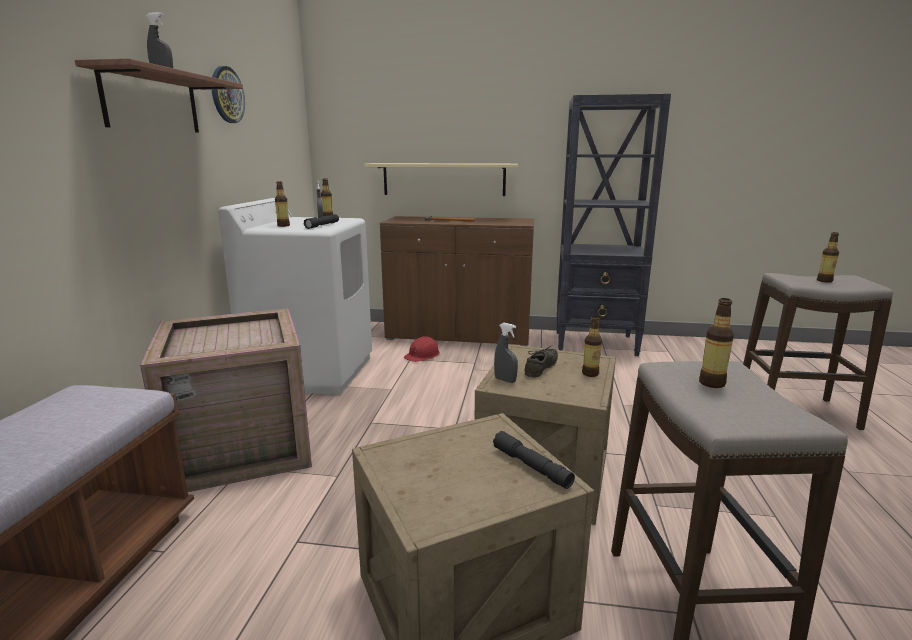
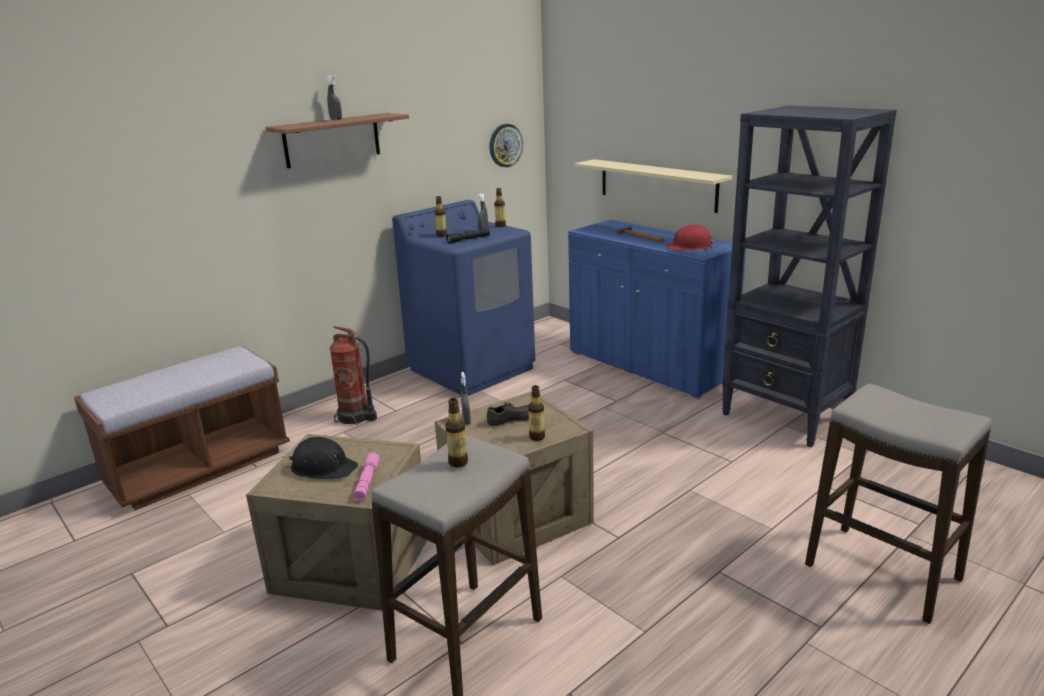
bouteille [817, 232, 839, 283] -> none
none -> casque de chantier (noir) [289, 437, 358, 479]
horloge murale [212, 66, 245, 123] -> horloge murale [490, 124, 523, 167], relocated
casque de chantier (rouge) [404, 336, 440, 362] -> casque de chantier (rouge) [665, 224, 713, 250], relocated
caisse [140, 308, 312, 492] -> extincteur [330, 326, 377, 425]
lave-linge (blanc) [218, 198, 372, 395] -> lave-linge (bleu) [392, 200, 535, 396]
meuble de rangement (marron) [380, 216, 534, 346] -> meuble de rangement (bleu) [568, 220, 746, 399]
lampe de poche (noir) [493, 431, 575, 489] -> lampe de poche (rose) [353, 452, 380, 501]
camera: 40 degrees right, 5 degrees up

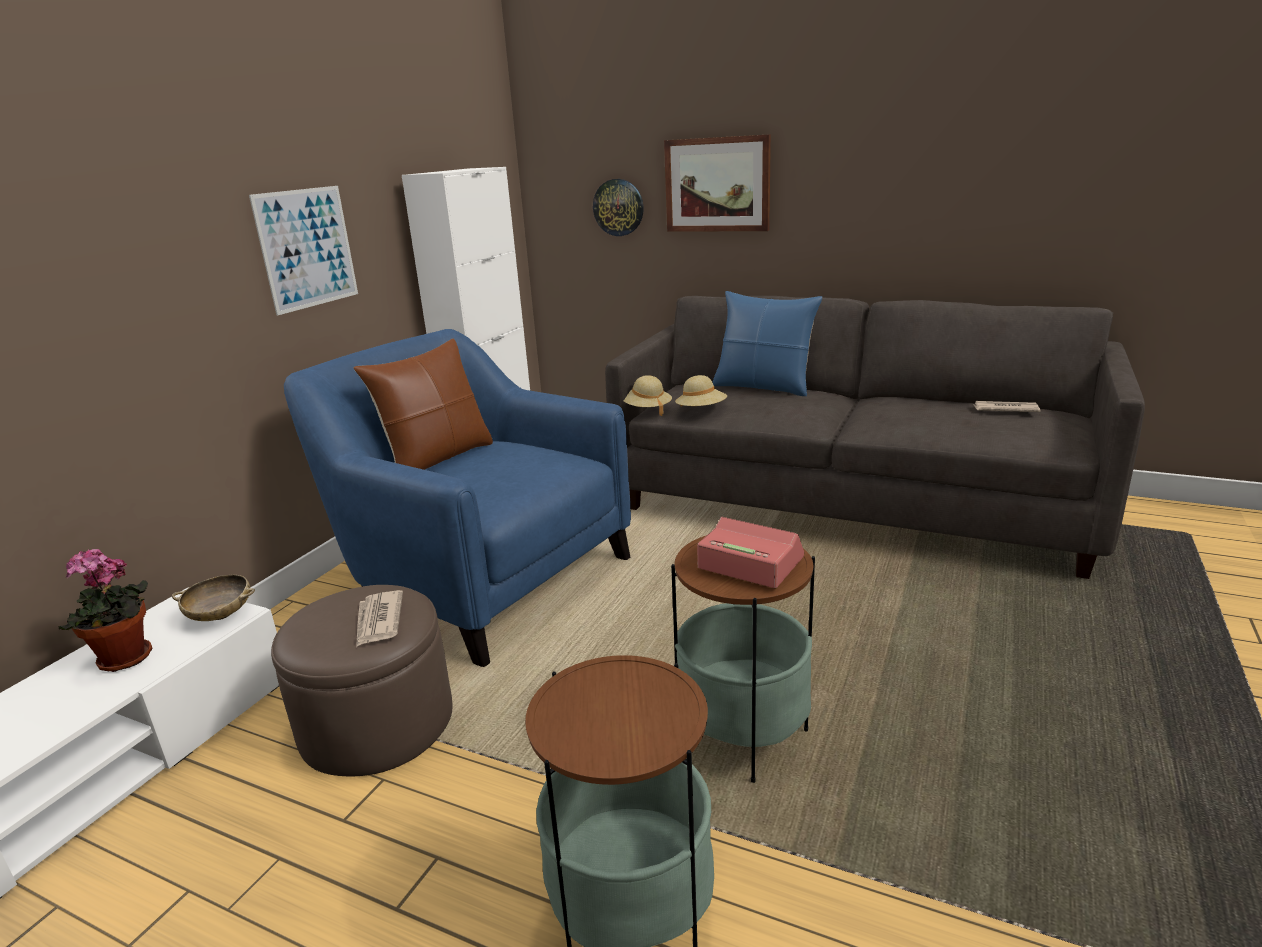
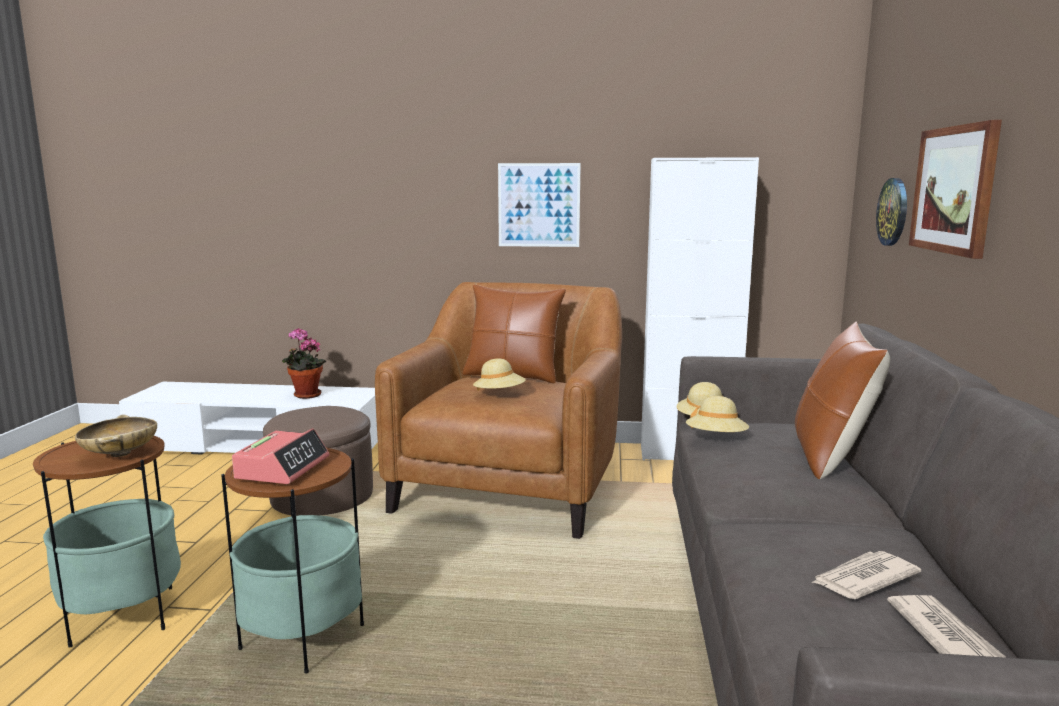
none -> chapeau (beige) [473, 358, 526, 391]
bol (beige) [172, 575, 255, 621] -> bol (beige) [75, 414, 157, 457], relocated
journal [356, 590, 403, 647] -> journal [811, 551, 921, 599], relocated
fauteuil (bleu) [284, 329, 631, 667] -> fauteuil (marron) [375, 282, 622, 539]
coussin (bleu) [713, 291, 822, 396] -> coussin (marron) [795, 322, 890, 479]
camera: 70 degrees right, 10 degrees down

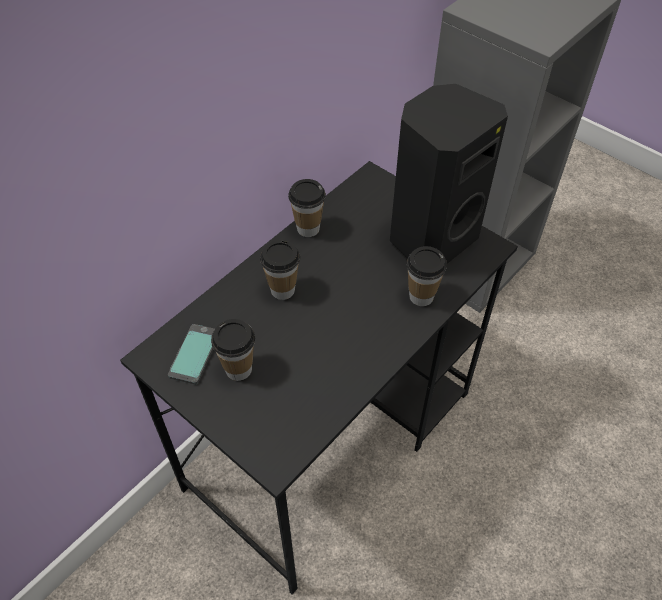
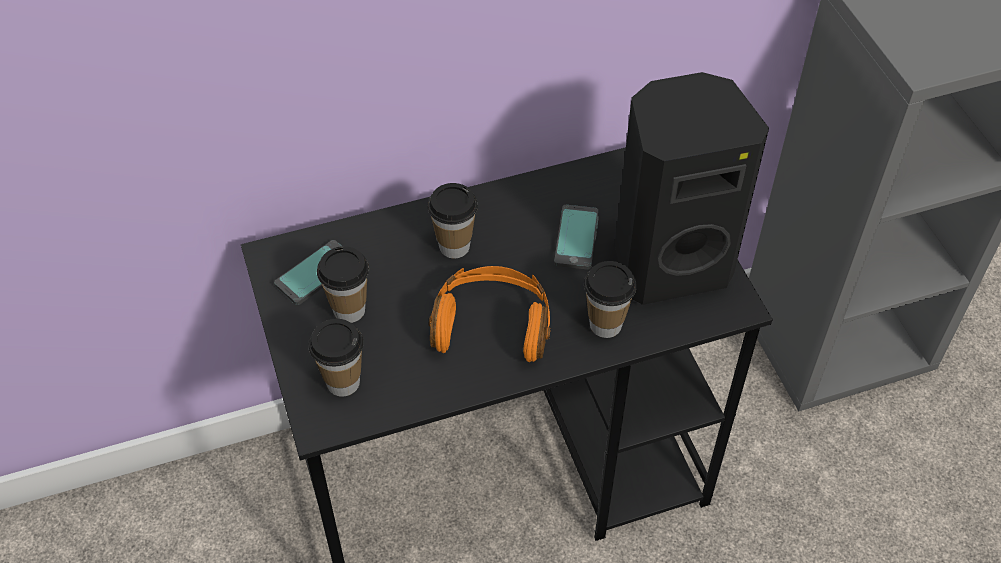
none -> casque audio (orange) [429, 266, 550, 362]
none -> téléphone [554, 205, 599, 270]
tasse [288, 179, 326, 237] -> tasse [309, 319, 363, 397], relocated
camera: 30 degrees right, 0 degrees up

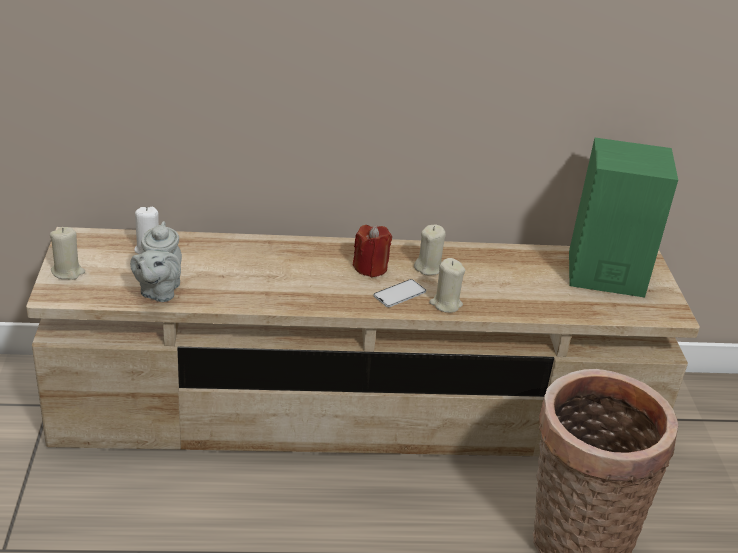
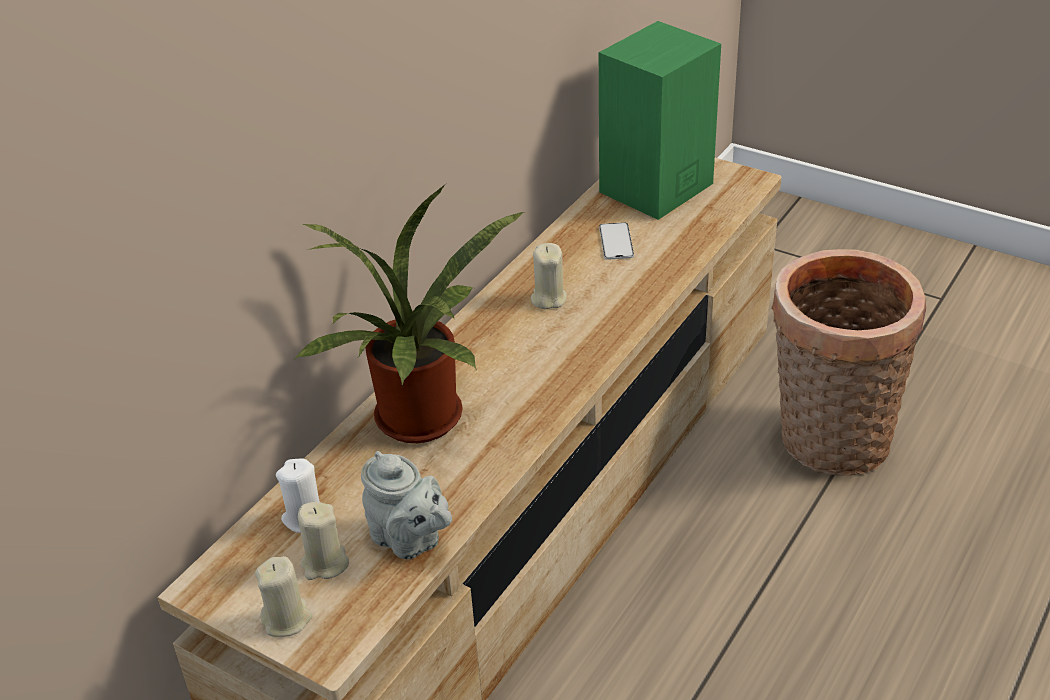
bougie (rouge) [353, 225, 392, 277] -> none
none -> plante en pot [295, 184, 525, 443]
téléphone [373, 279, 426, 307] -> téléphone [599, 222, 634, 260], relocated
bougie (beige) [429, 258, 465, 313] -> bougie (beige) [298, 502, 349, 580], relocated
camera: 50 degrees left, 5 degrees up

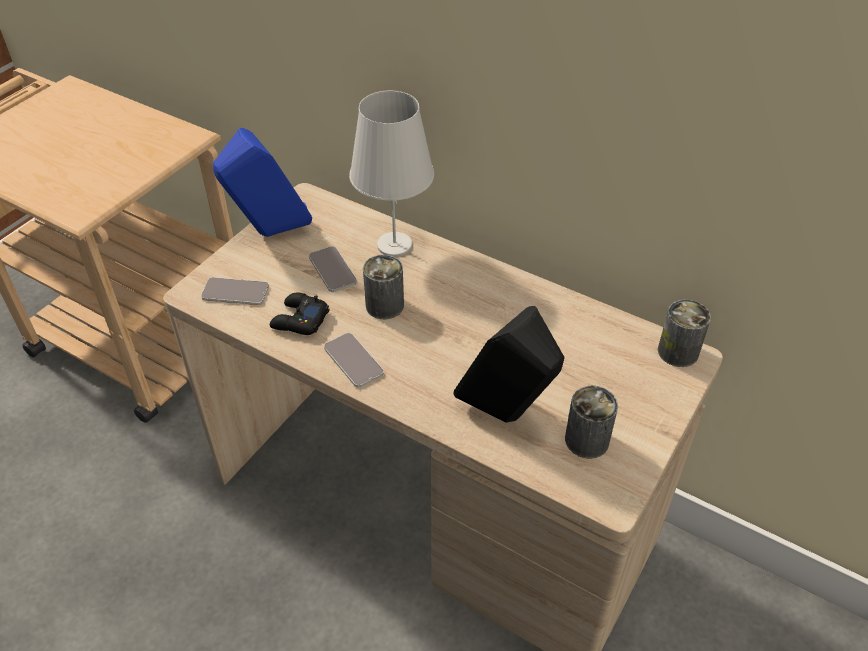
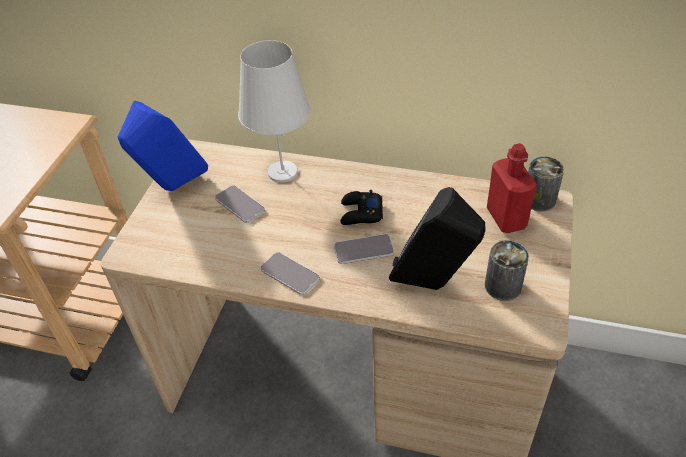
boîte métallique [363, 255, 404, 319] -> none
none -> bouteille (rouge) [487, 143, 537, 233]
téléphone [201, 277, 269, 305] -> téléphone [334, 234, 394, 264], relocated
manette (noir) [270, 292, 329, 335] -> manette (noir) [340, 190, 383, 225], relocated
camera: 15 degrees left, 0 degrees up

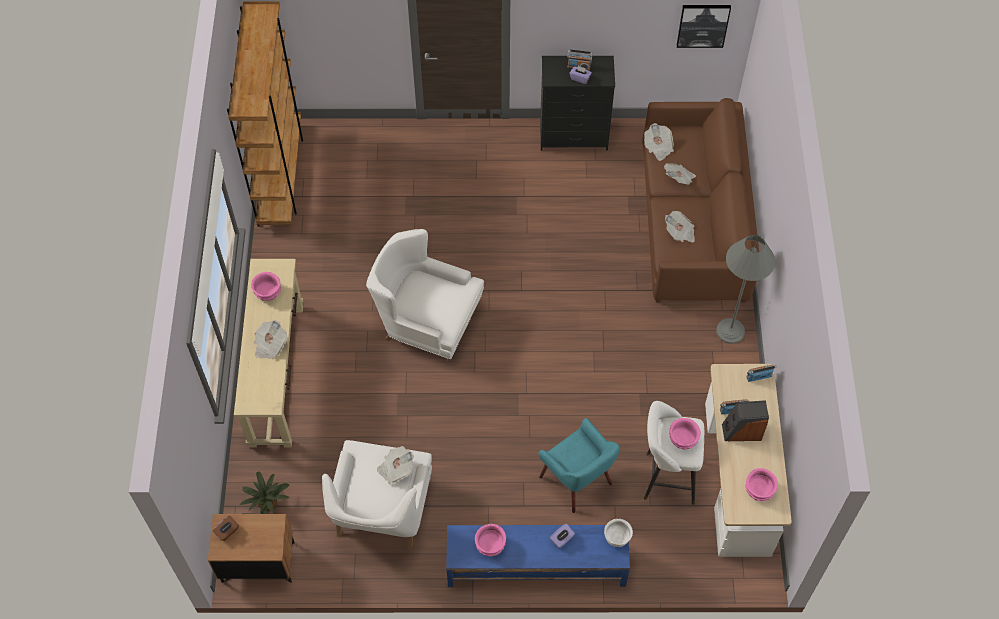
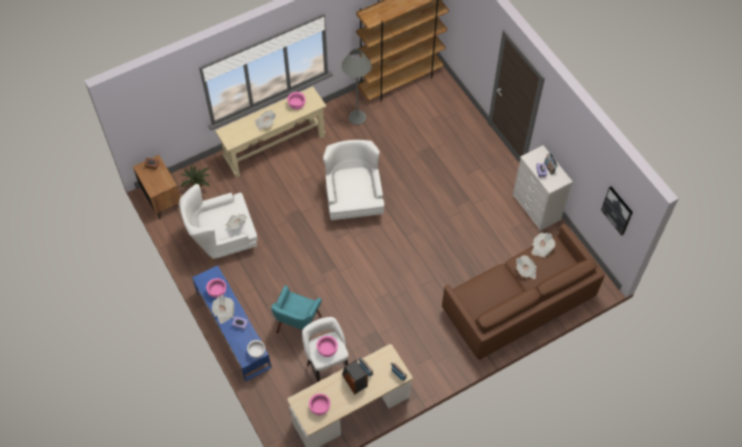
journal [665, 211, 695, 243] -> journal [212, 295, 234, 324], relocated
lampadaire (gris) [716, 235, 775, 344] -> lampadaire (gris) [342, 49, 372, 125], relocated
commode (noir) [540, 56, 615, 151] -> commode (blanc) [512, 145, 573, 231]
camera: 60 degrees right, 0 degrees up

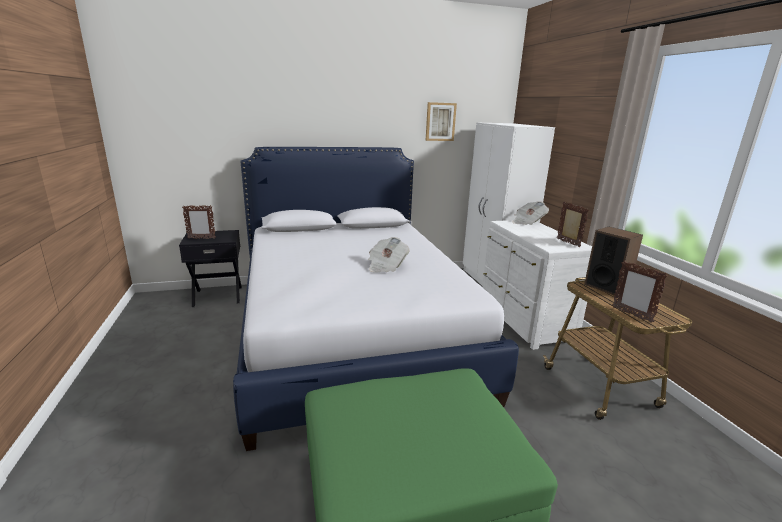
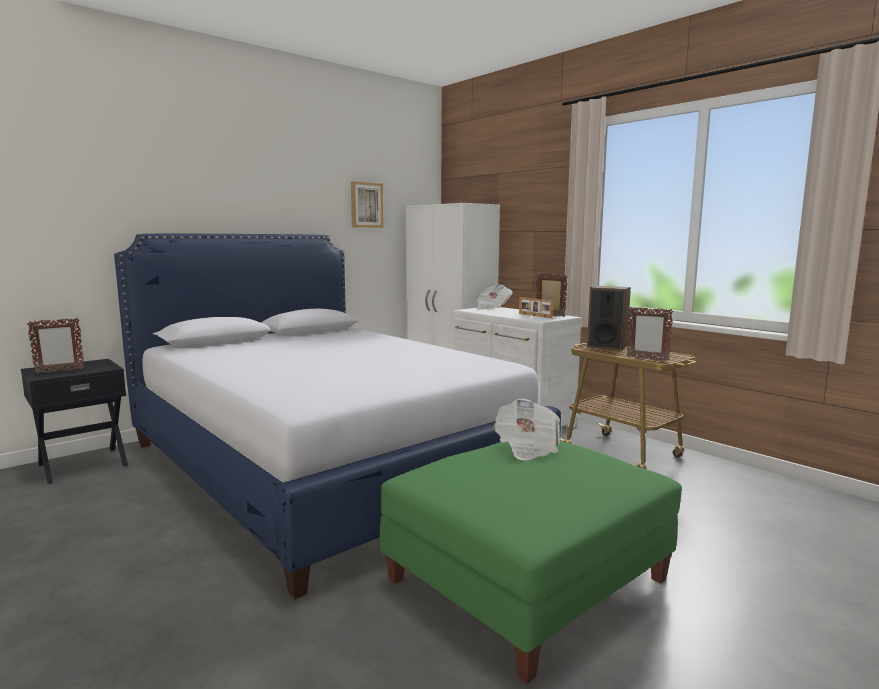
none -> cadre photo [519, 297, 553, 318]
journal [368, 237, 410, 272] -> journal [493, 399, 560, 460], relocated
camera: 25 degrees left, 10 degrees down

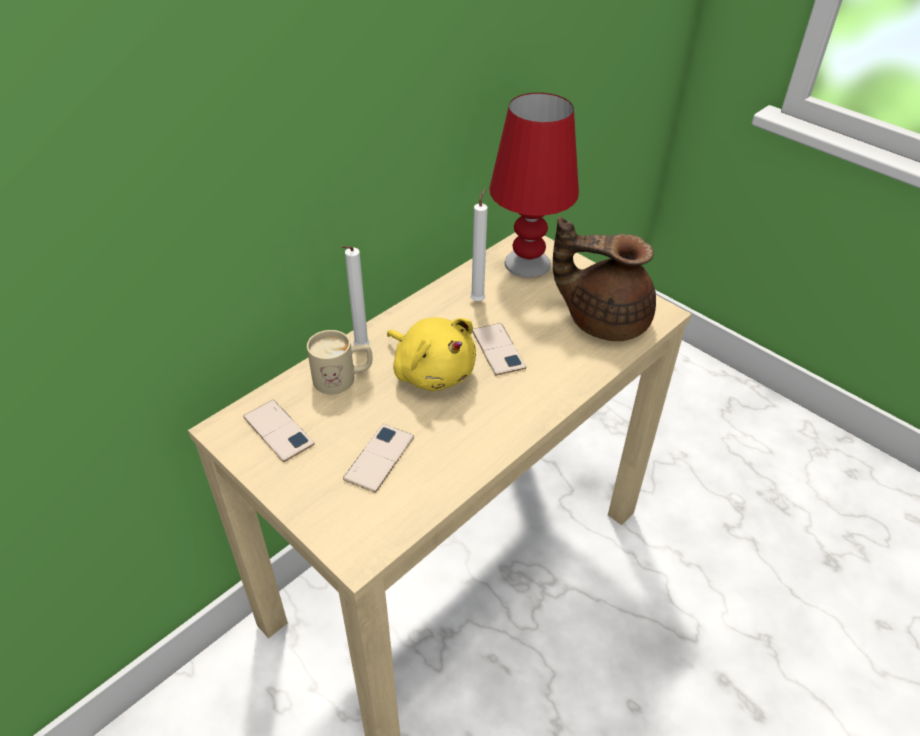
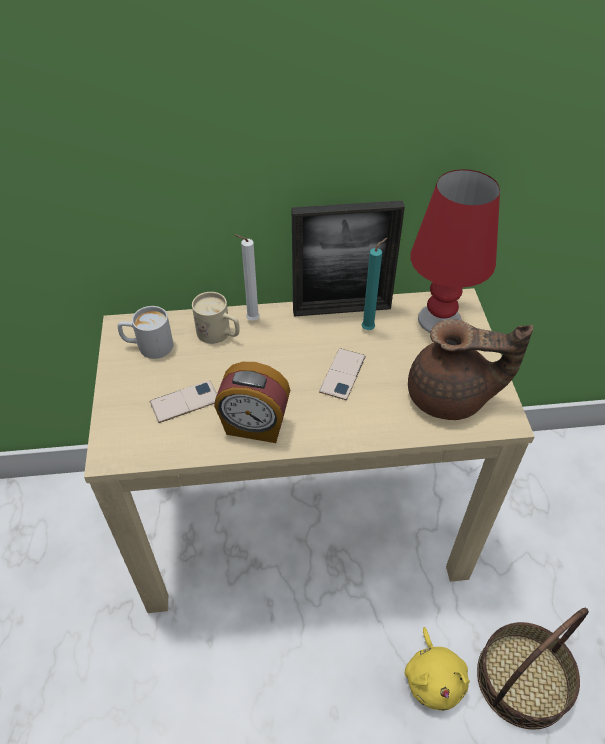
none -> réveil [214, 362, 290, 443]
none -> cadre photo [291, 200, 405, 317]
none -> panier [477, 608, 589, 729]
peluche (jaune) [387, 317, 476, 391] -> peluche (jaune) [405, 627, 470, 711], relocated
téléphone [243, 400, 314, 462] -> mug (blanc) [118, 306, 173, 359]
bougie (blanc) [470, 188, 488, 302] -> bougie (turquoise) [362, 237, 388, 330]
théière (marron) [553, 216, 656, 341] -> théière (marron) [408, 319, 533, 420], 135 degrees clockwise
camera: 40 degrees right, 5 degrees up

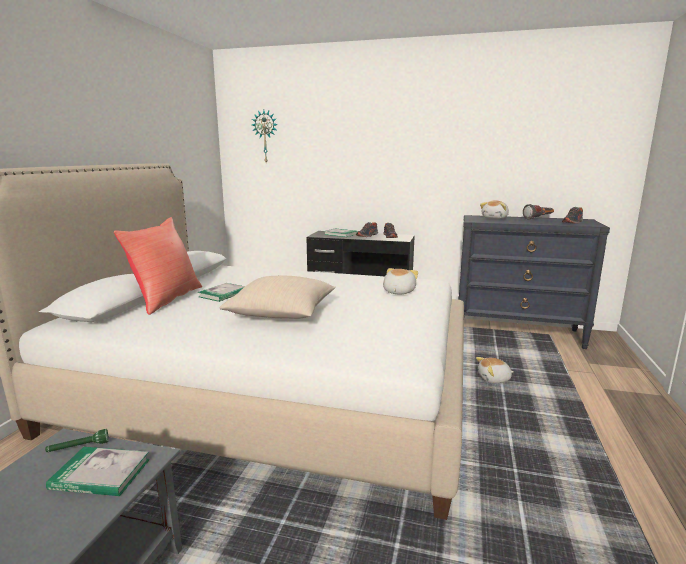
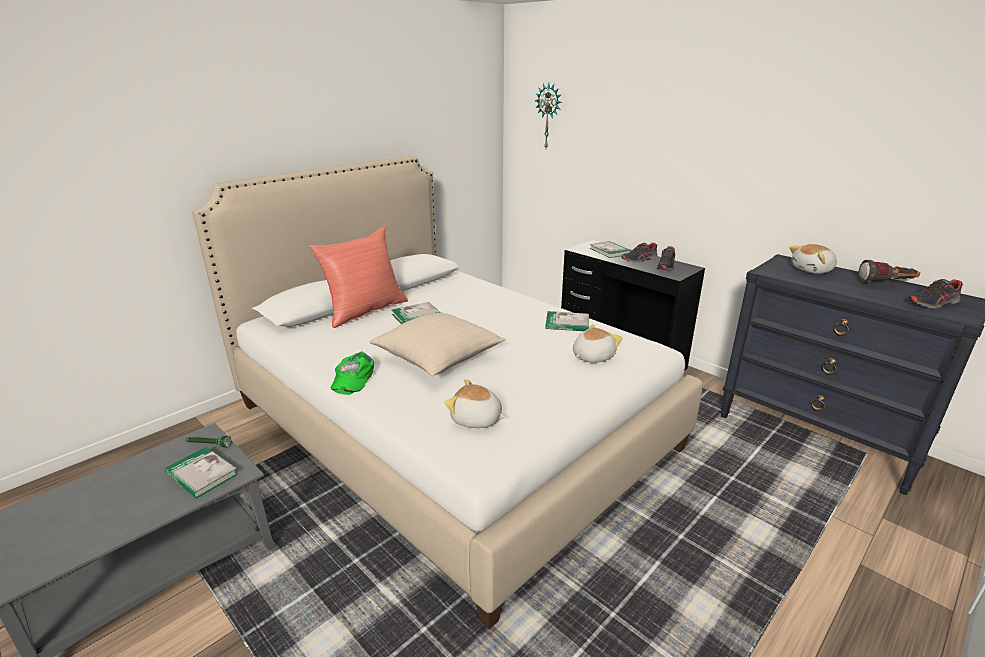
none -> casquette (vert) [331, 351, 374, 395]
none -> livre [545, 311, 589, 331]
peluche [476, 357, 514, 383] -> peluche [445, 379, 507, 428], relocated
camera: 30 degrees right, 10 degrees up

